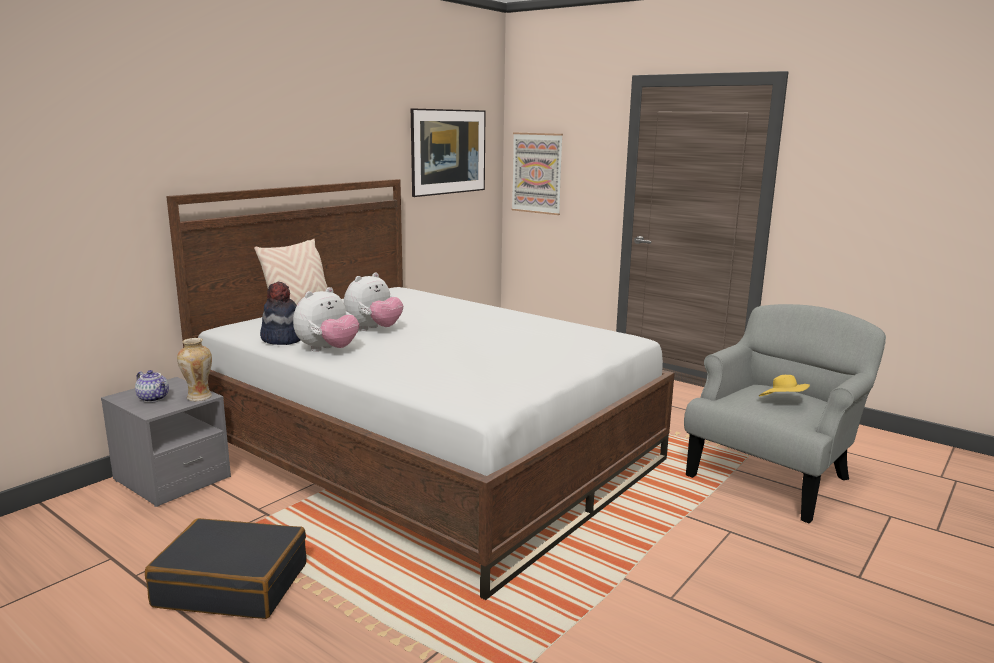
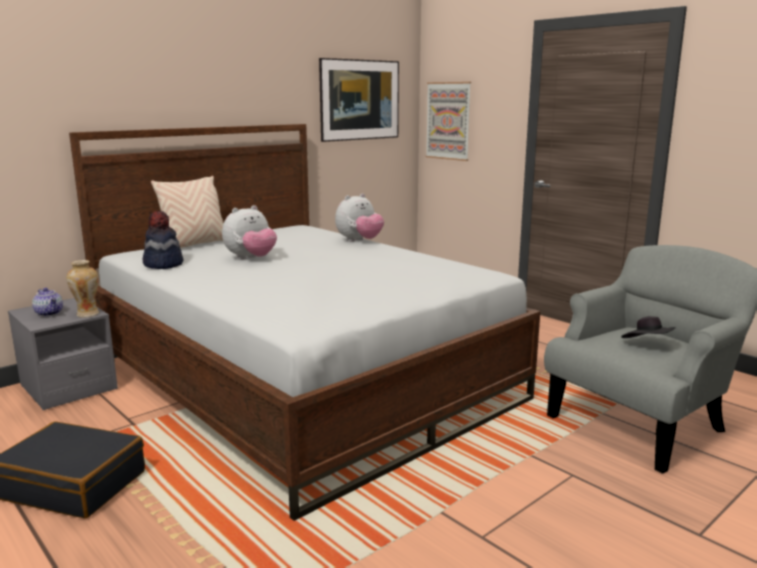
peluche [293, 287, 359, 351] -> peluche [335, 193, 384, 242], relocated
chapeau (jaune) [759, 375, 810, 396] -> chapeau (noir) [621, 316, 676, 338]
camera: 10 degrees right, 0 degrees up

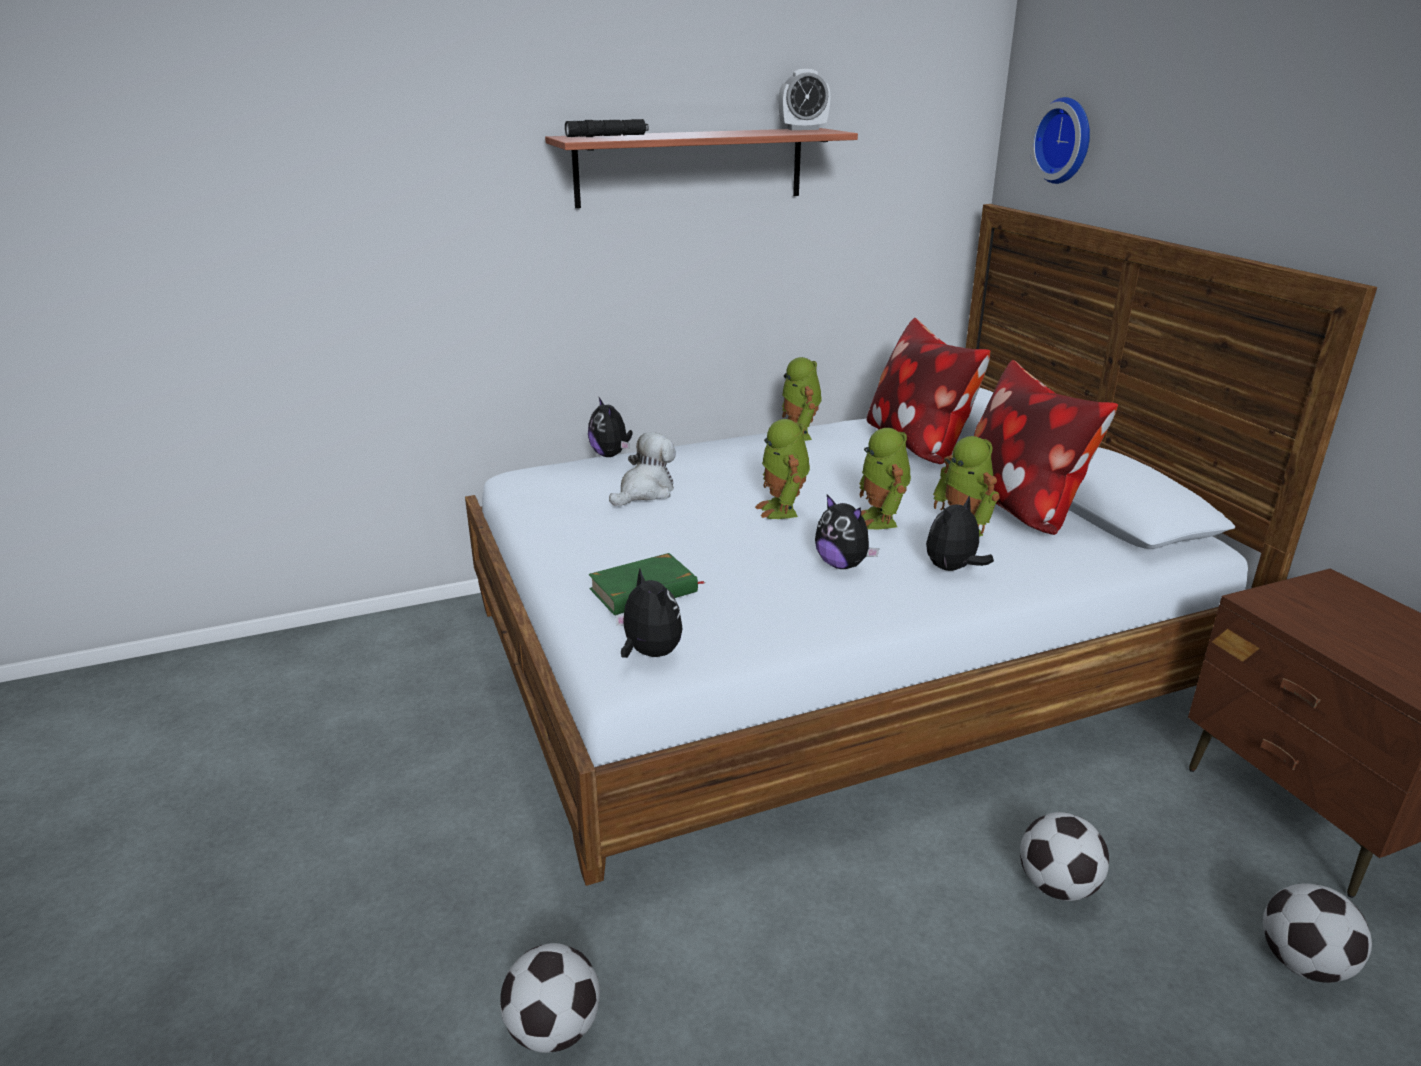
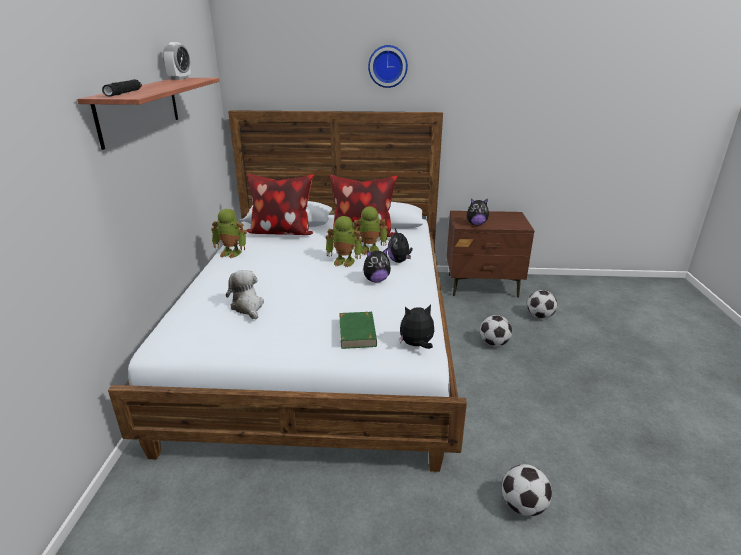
robot jouet [755, 419, 810, 519] -> none
peluche [588, 396, 633, 457] -> peluche [467, 199, 489, 225], relocated
horloge murale [1030, 97, 1090, 184] -> horloge murale [368, 45, 408, 88], relocated
camera: 65 degrees left, 0 degrees up

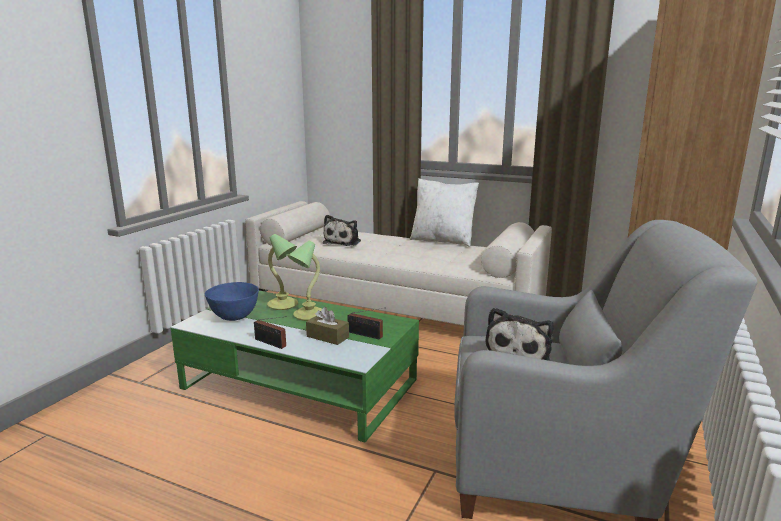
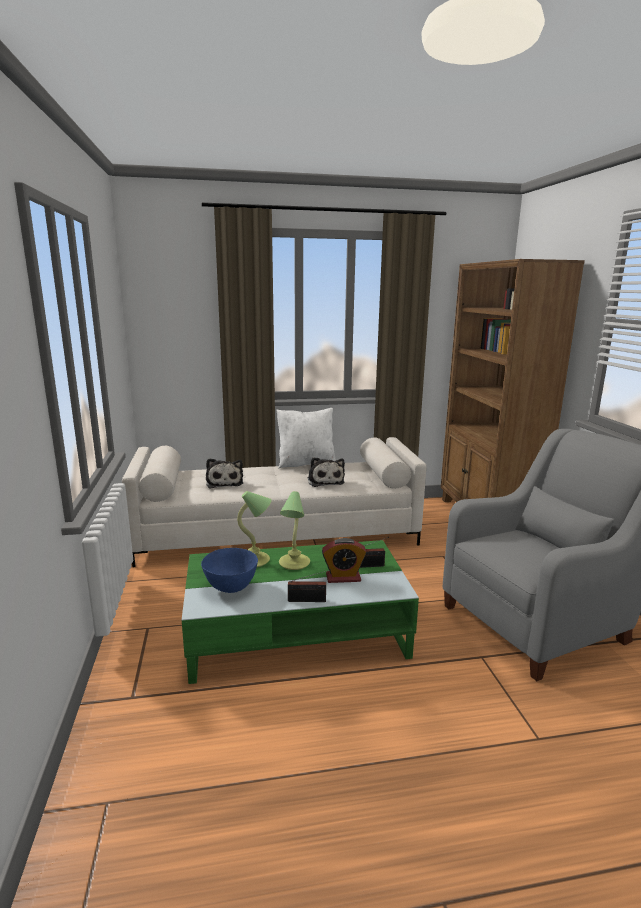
peluche [485, 308, 553, 361] -> peluche [308, 457, 345, 487], relocated
boîte à mouchoirs (marron) [306, 307, 349, 345] -> réveil [322, 538, 367, 583]
camera: 35 degrees left, 0 degrees up

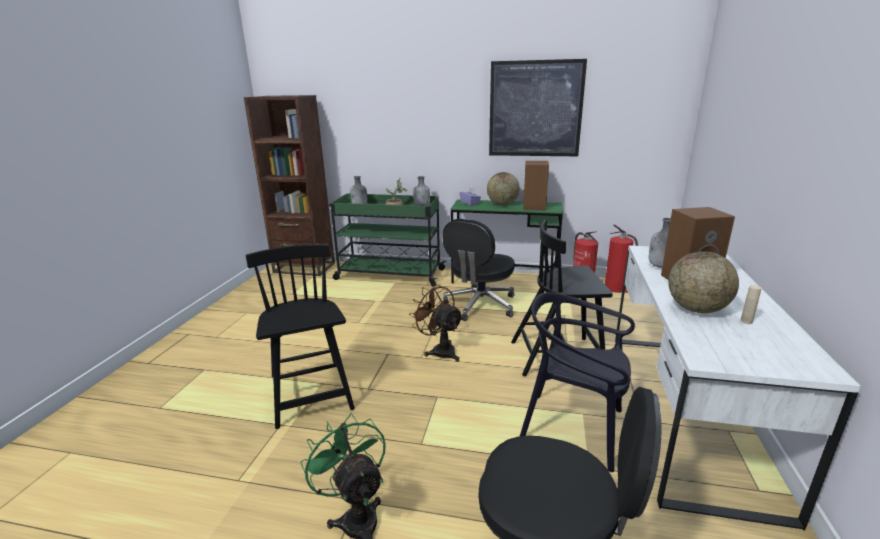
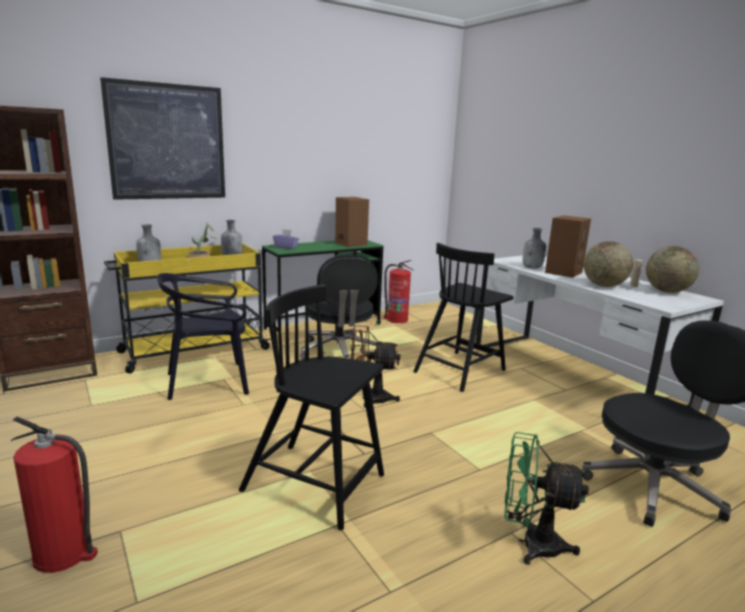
globe [487, 172, 520, 205] -> globe [646, 246, 699, 293], relocated
tableau [489, 59, 587, 156] -> tableau [100, 77, 225, 200], relocated
chaise (noir) [520, 292, 635, 472] -> chaise (noir) [157, 273, 249, 400], relocated
extincteur [605, 225, 638, 293] -> extincteur [11, 417, 98, 573], relocated
chariot (vert) [327, 193, 446, 287] -> chariot (jaune) [104, 244, 271, 374]
camera: 45 degrees left, 5 degrees down

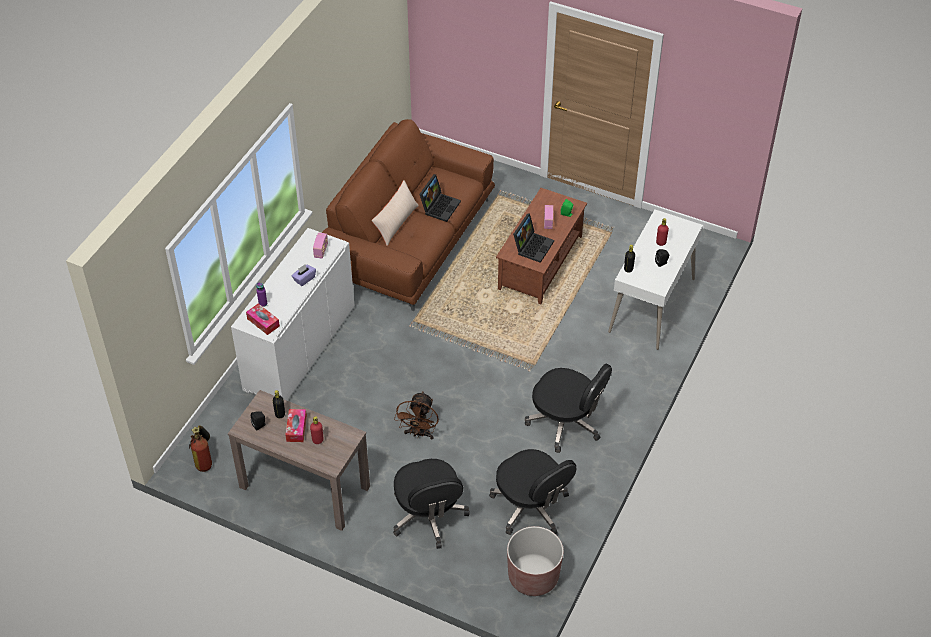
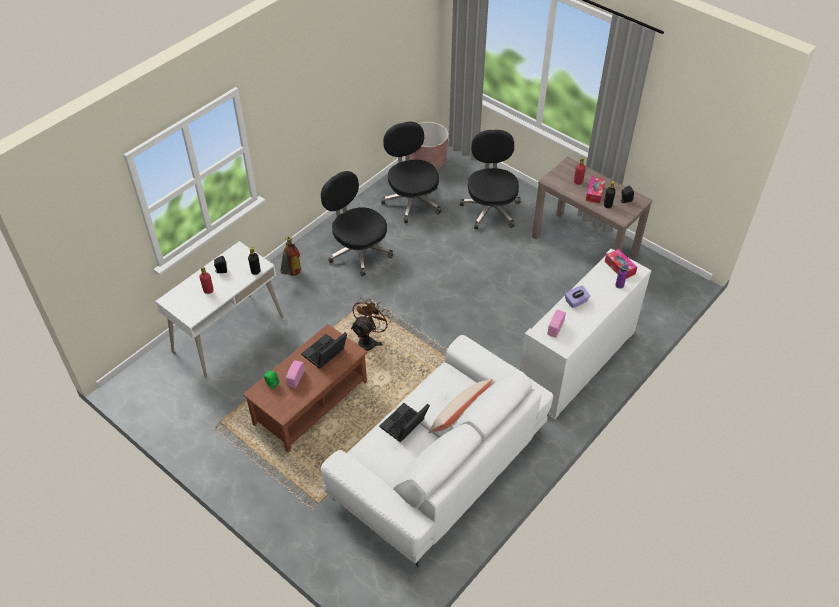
extincteur [189, 425, 212, 472] -> extincteur [280, 236, 301, 276], relocated
ventilateur (marron) [394, 391, 439, 439] -> ventilateur (marron) [351, 297, 391, 351], relocated
canapé (marron) [322, 119, 495, 311] -> canapé (blanc) [321, 335, 553, 567]
camera: 165 degrees left, 0 degrees up

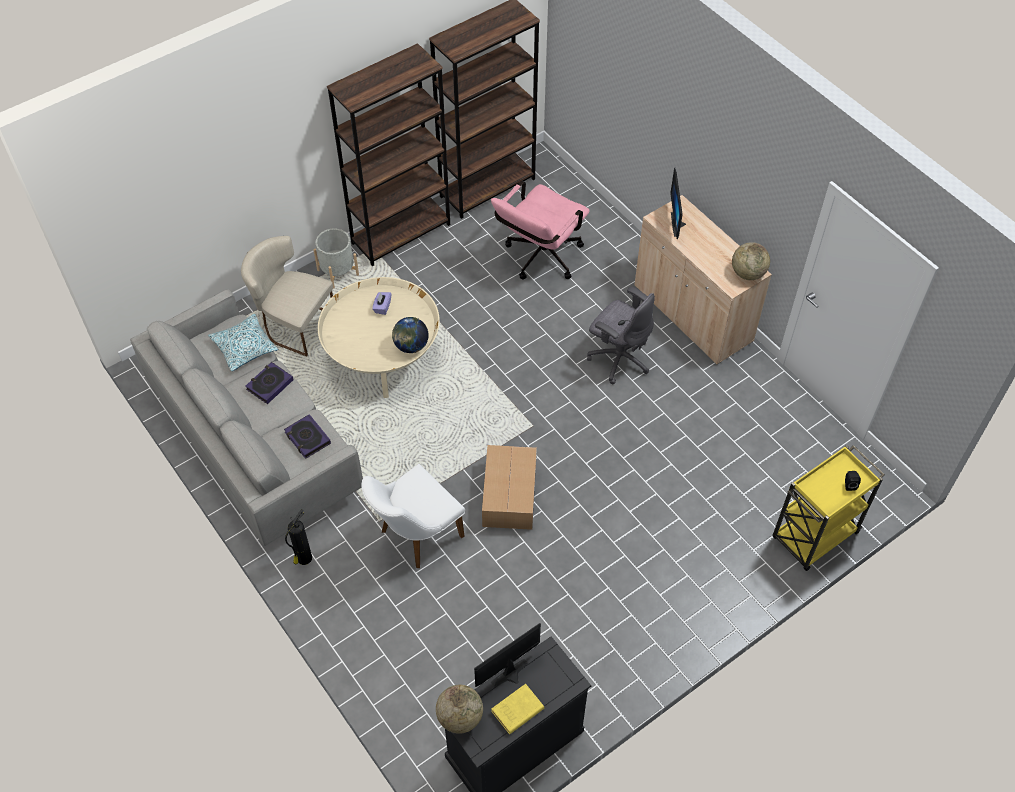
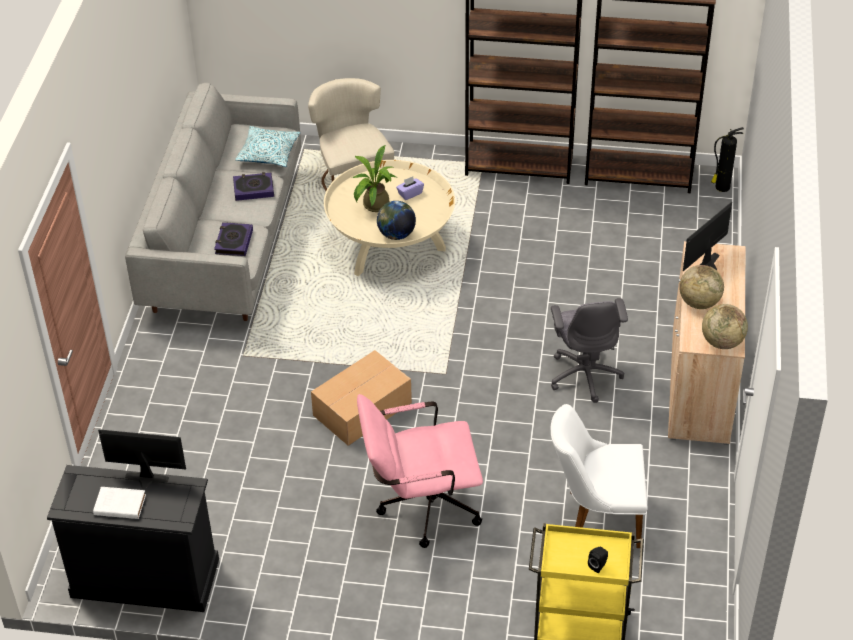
cache-pot (gris) [313, 228, 359, 289] -> none
none -> plante en pot [352, 145, 396, 212]
extincteur [285, 509, 312, 565] -> extincteur [711, 127, 744, 192], relocated
chaise (blanc) [361, 464, 465, 568] -> chaise (blanc) [551, 404, 648, 548], relocated
globe [436, 685, 483, 734] -> globe [679, 265, 724, 309], relocated
chaise de bureau (rose) [491, 181, 590, 279] -> chaise de bureau (rose) [357, 394, 483, 548], relocated
livre (jaune) [491, 684, 544, 734] -> livre (blanc) [93, 487, 146, 519]
camera: 45 degrees right, 10 degrees down

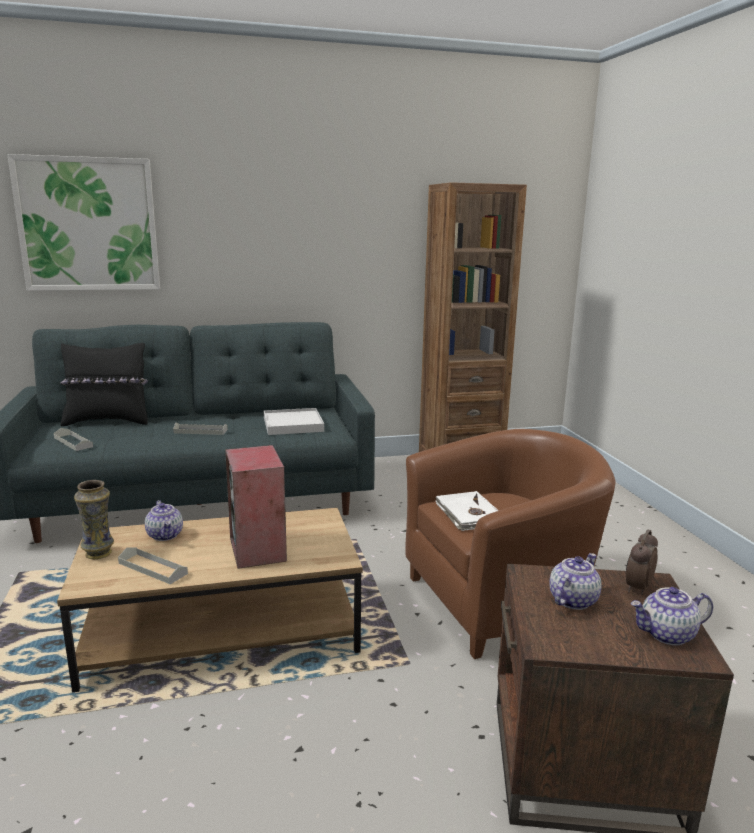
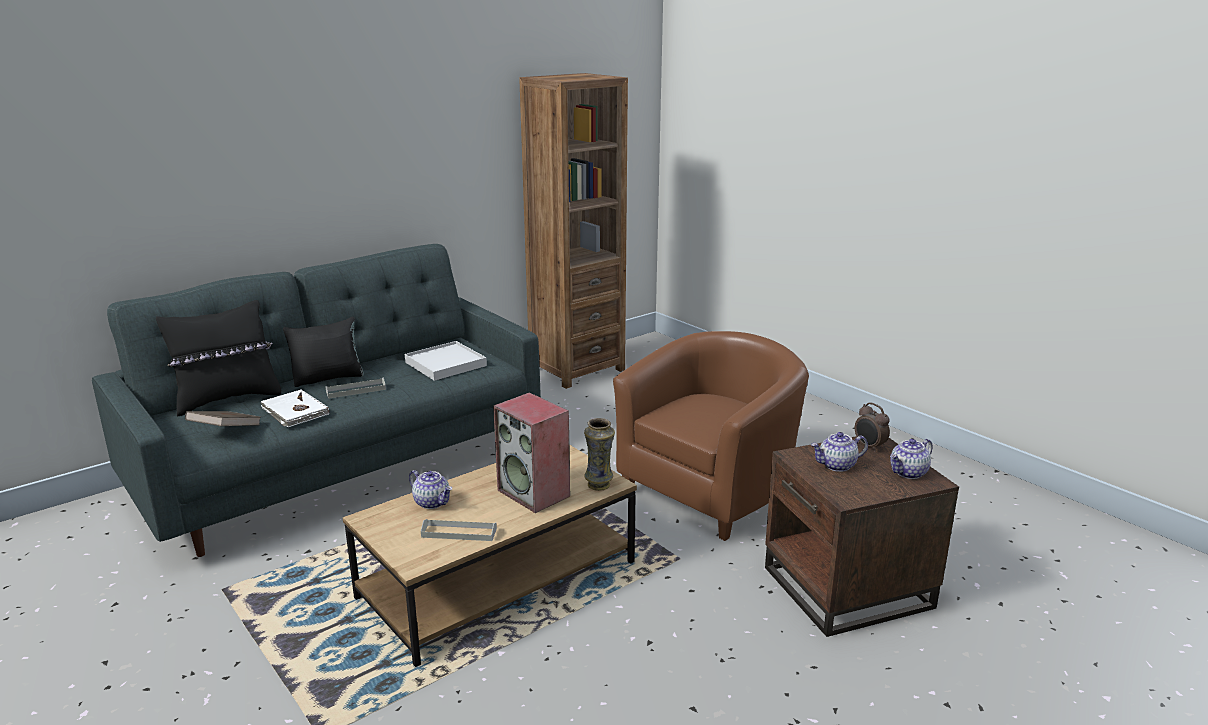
tableau [7, 154, 160, 291] -> none
none -> coussin (noir) [283, 317, 364, 387]
vase [74, 480, 114, 559] -> vase [584, 418, 615, 491], relocated
livre (blanc) [435, 491, 499, 531] -> livre (blanc) [261, 390, 329, 427], relocated
plateau (gris) [54, 428, 93, 451] -> livre (marron) [185, 411, 260, 426]
théière [549, 553, 602, 610] -> théière [811, 432, 868, 472], 120 degrees counterclockwise
réveil [626, 529, 658, 595] -> réveil [855, 402, 890, 452], 45 degrees counterclockwise
camera: 25 degrees left, 5 degrees up

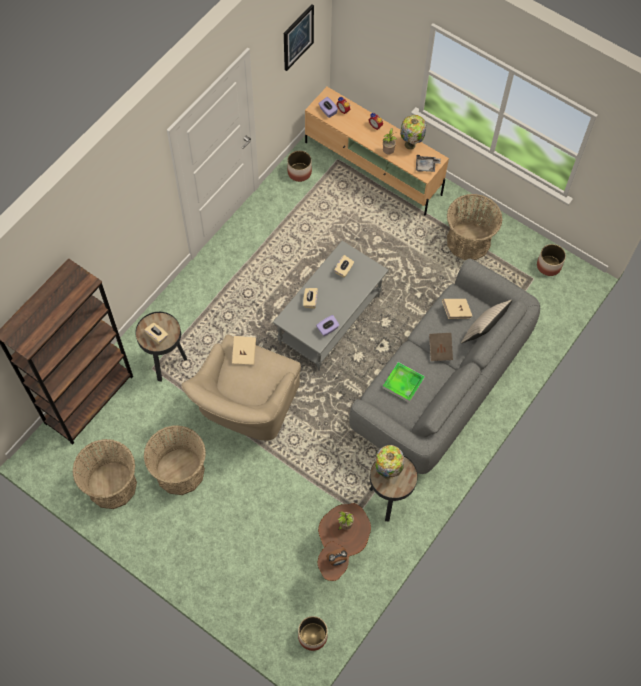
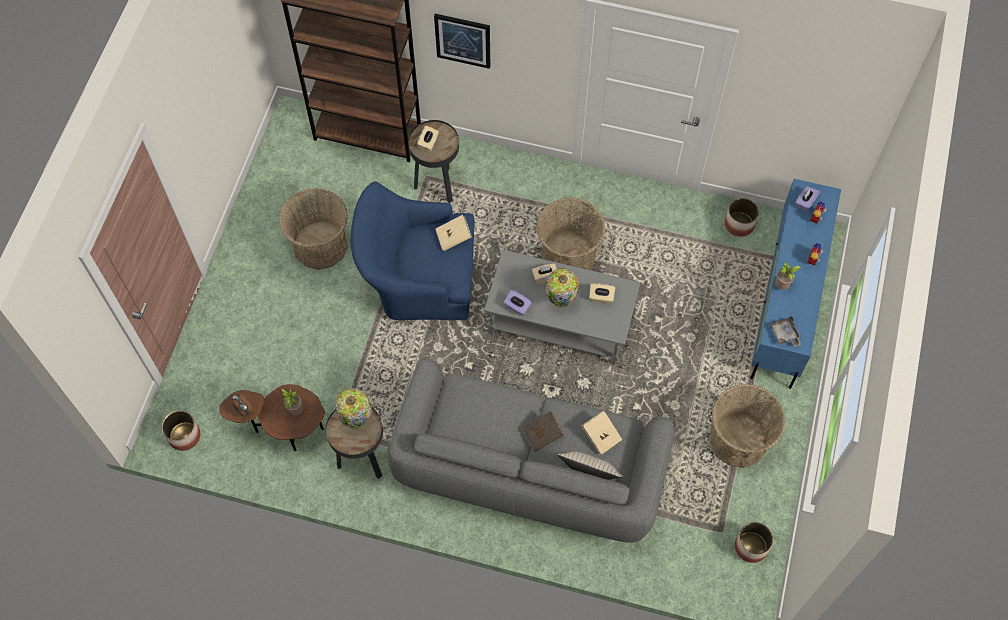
plateau [383, 362, 425, 403] -> none
panier [73, 439, 137, 509] -> panier [537, 198, 606, 270], relocated
tableau [284, 4, 314, 71] -> tableau [434, 14, 490, 69], relocated
lampe de table [400, 115, 426, 150] -> lampe de table [545, 268, 579, 308], relocated
fauteuil (beige) [181, 334, 301, 441] -> fauteuil (bleu) [351, 181, 475, 320]
meuble télé (beige) [305, 87, 449, 216] -> meuble télé (bleu) [750, 179, 841, 389]
camera: 70 degrees right, 0 degrees up

